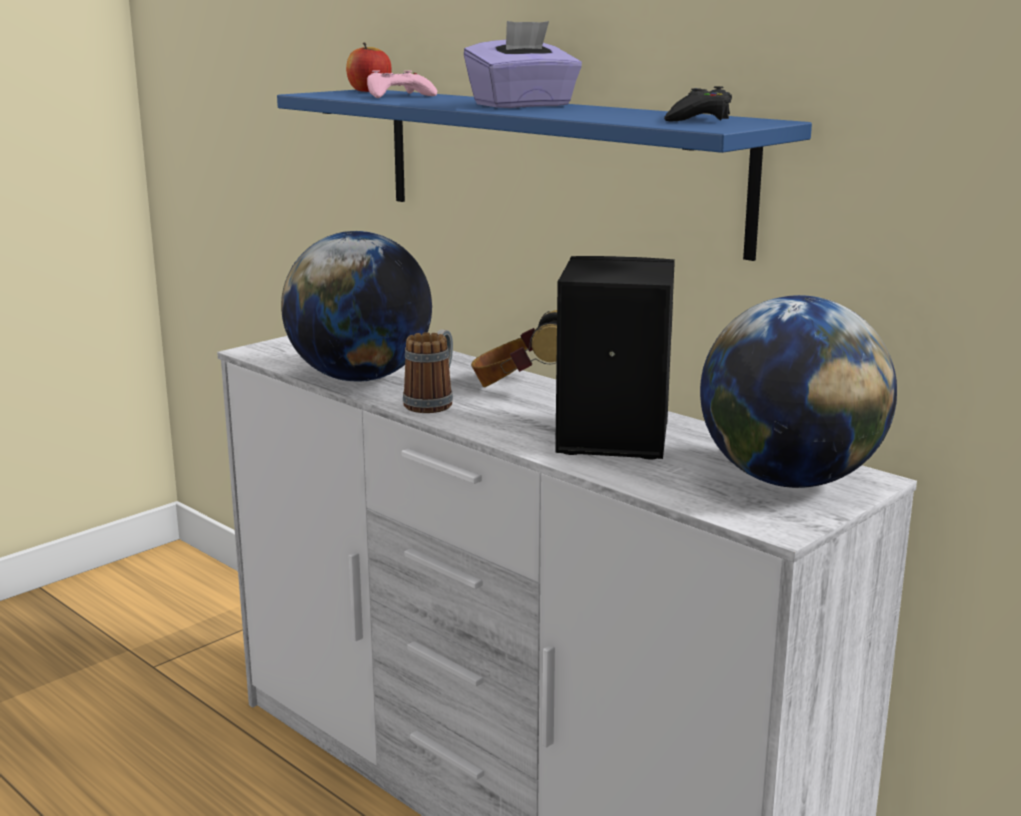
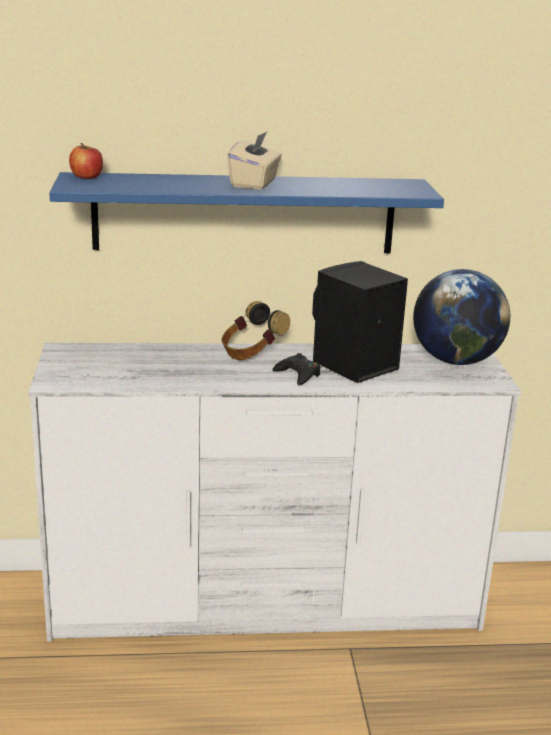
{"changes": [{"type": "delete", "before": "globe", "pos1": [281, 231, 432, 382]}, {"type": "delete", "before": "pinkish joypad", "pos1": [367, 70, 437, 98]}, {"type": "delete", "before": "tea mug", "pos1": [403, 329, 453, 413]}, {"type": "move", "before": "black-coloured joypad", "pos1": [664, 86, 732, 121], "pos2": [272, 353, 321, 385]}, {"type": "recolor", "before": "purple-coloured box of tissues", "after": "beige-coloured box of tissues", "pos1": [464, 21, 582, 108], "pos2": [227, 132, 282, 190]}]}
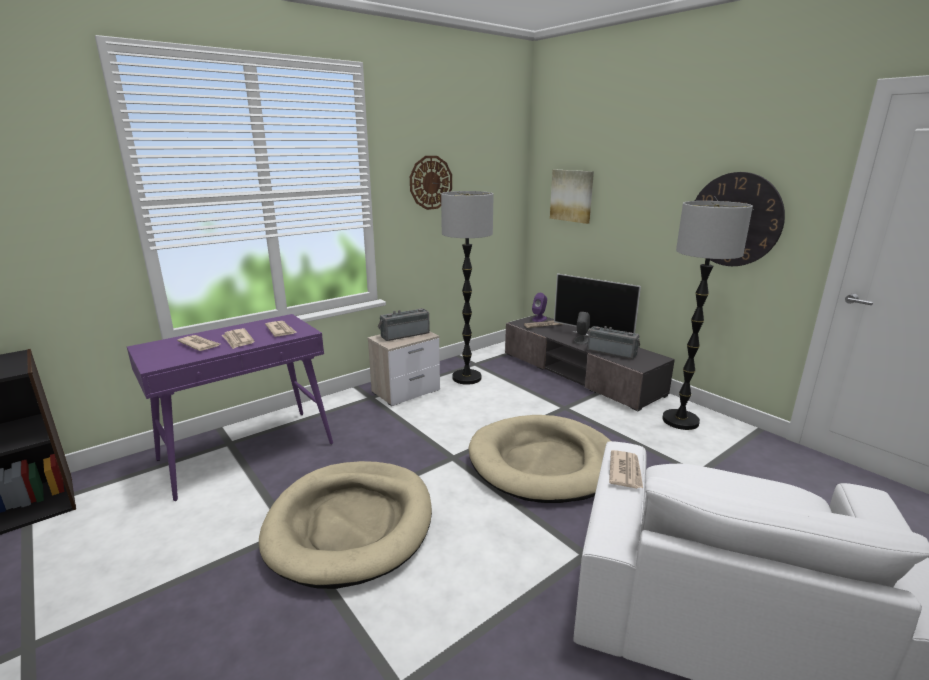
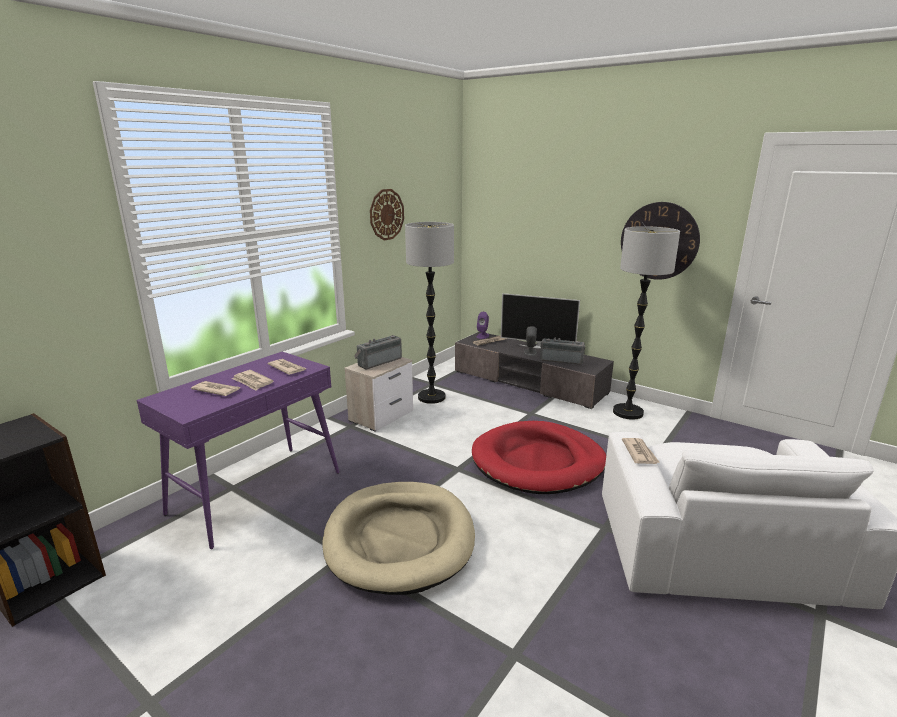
{"changes": [{"type": "delete", "before": "wall art", "pos1": [550, 170, 594, 224]}, {"type": "recolor", "before": "beige-coloured dog bed", "after": "reddish dog bed", "pos1": [468, 415, 611, 503], "pos2": [472, 421, 606, 494]}]}
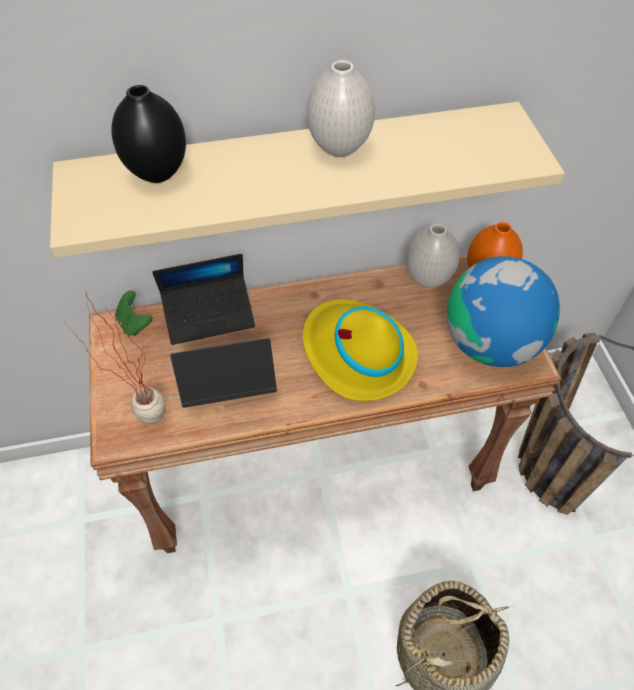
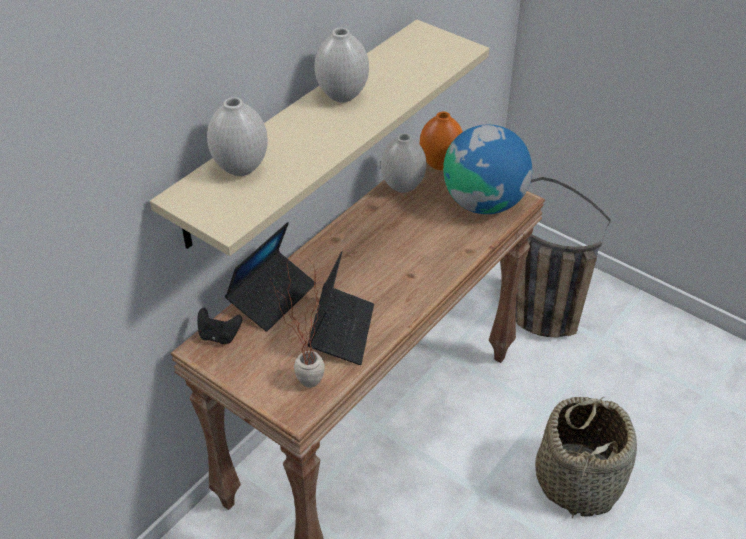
{"changes": [{"type": "delete", "before": "yellow-coloured clothing hat", "pos1": [302, 299, 418, 401]}, {"type": "recolor", "before": "black-coloured vase", "after": "whitish vase", "pos1": [112, 85, 186, 183], "pos2": [207, 97, 268, 176]}, {"type": "recolor", "before": "greenish joypad", "after": "black-coloured joypad", "pos1": [115, 291, 152, 336], "pos2": [197, 308, 242, 344]}, {"type": "rotate", "before": "laptop", "pos1": [170, 338, 277, 408], "pos2": [308, 251, 374, 365], "turn": 150}]}
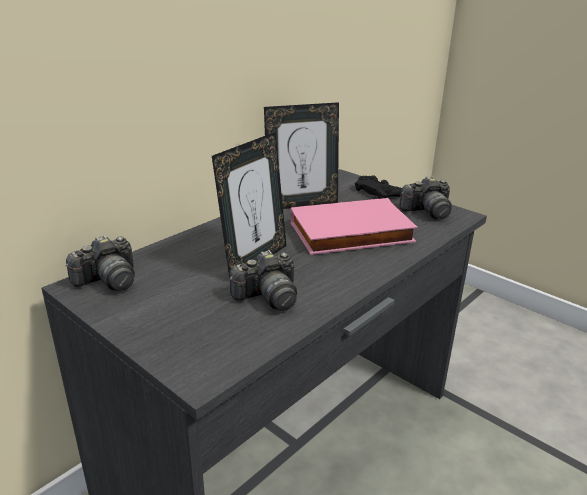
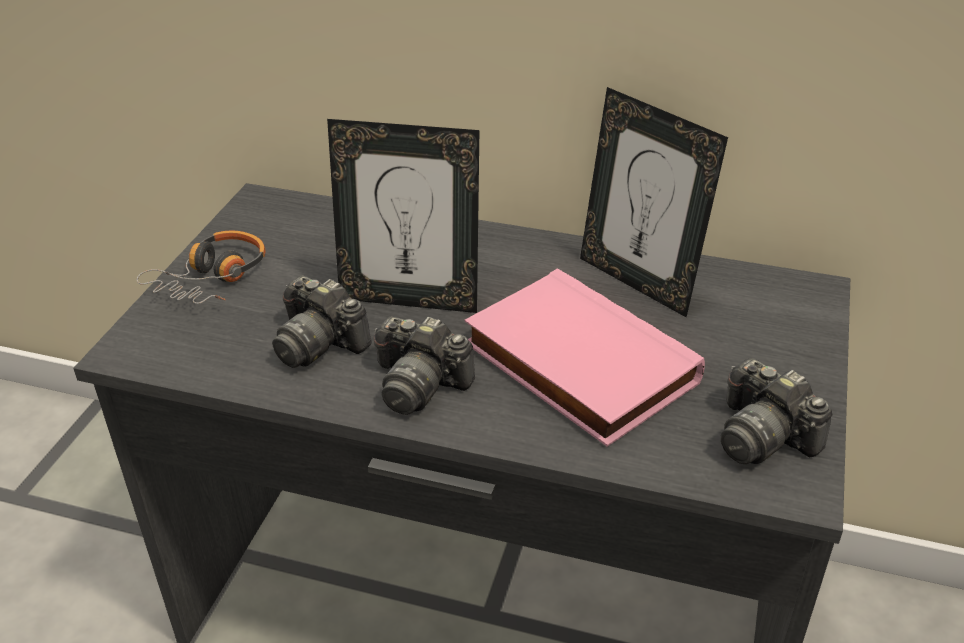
{"changes": [{"type": "delete", "before": "black-coloured joypad", "pos1": [355, 175, 402, 199]}, {"type": "insert", "after": "headphones", "pos2": [137, 231, 265, 304]}, {"type": "move", "before": "photo camera", "pos1": [66, 235, 135, 291], "pos2": [374, 316, 475, 415]}]}
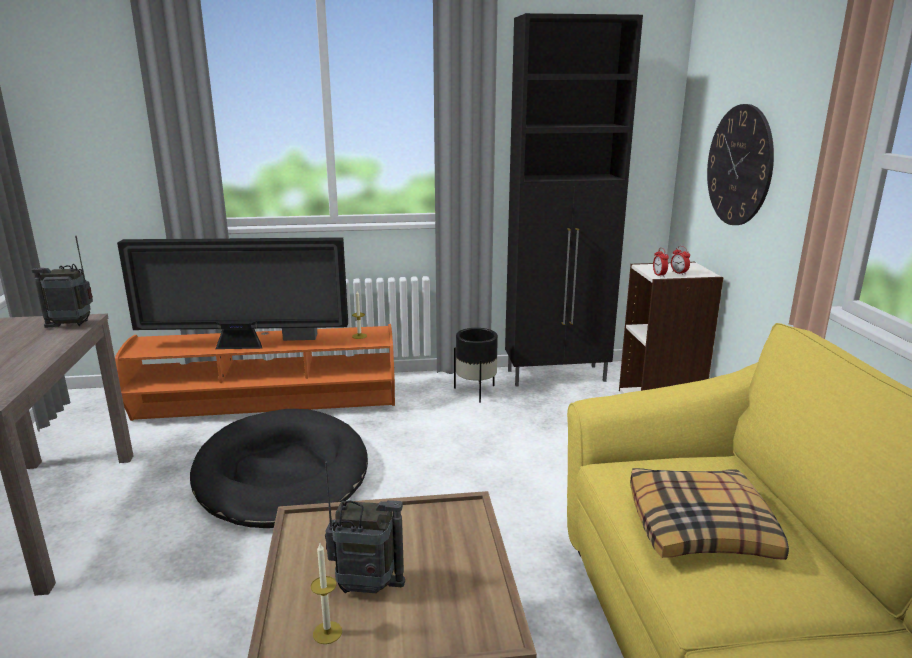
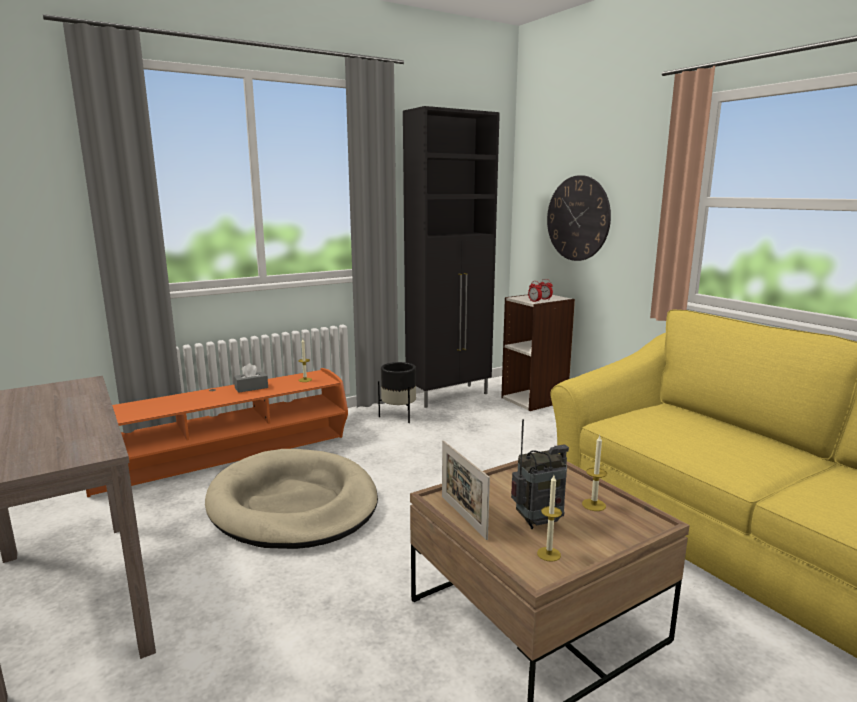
{"changes": [{"type": "delete", "before": "radio", "pos1": [31, 236, 93, 328]}, {"type": "delete", "before": "TV set", "pos1": [117, 237, 348, 349]}, {"type": "delete", "before": "throw pillow", "pos1": [630, 468, 789, 560]}, {"type": "insert", "after": "photo frame", "pos2": [442, 440, 490, 540]}, {"type": "insert", "after": "wax light", "pos2": [582, 436, 607, 511]}, {"type": "recolor", "before": "black-coloured dog bed", "after": "beige-coloured dog bed", "pos1": [190, 409, 368, 528], "pos2": [205, 449, 378, 549]}]}
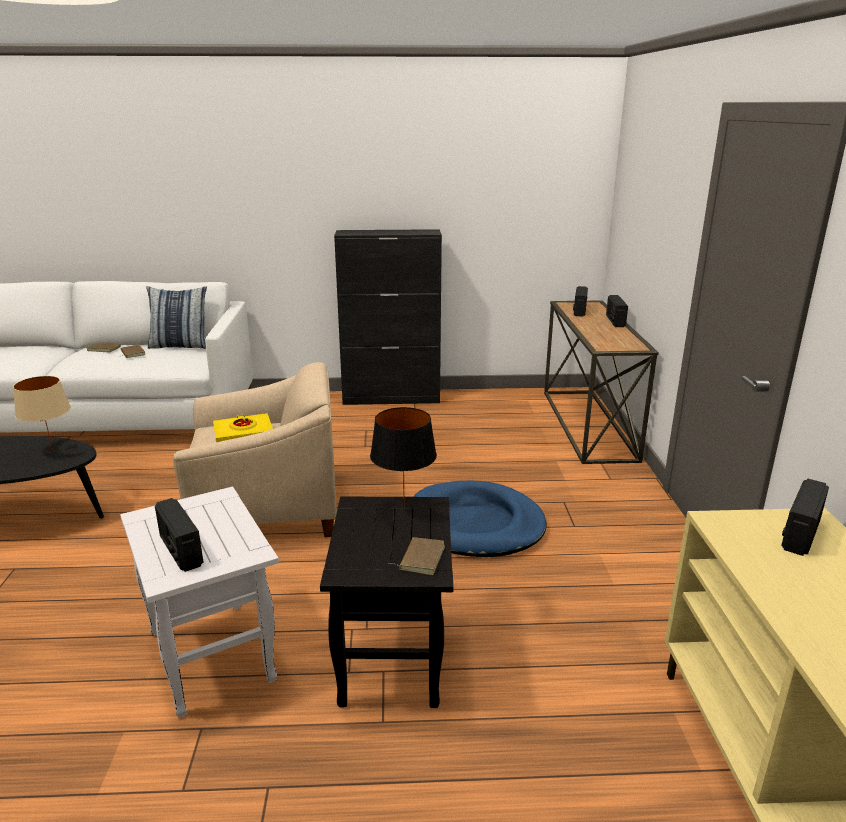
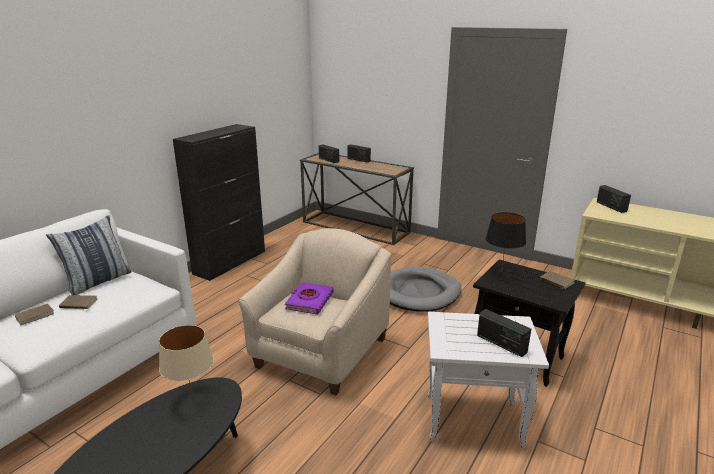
{"changes": [{"type": "recolor", "before": "yellow-coloured volume", "after": "purple-coloured volume", "pos1": [213, 413, 273, 442], "pos2": [285, 282, 334, 315]}, {"type": "recolor", "before": "blue-coloured dog bed", "after": "grey dog bed", "pos1": [413, 480, 546, 557], "pos2": [390, 266, 461, 312]}, {"type": "rotate", "before": "radio", "pos1": [155, 498, 204, 572], "pos2": [477, 309, 531, 357], "turn": 45}]}
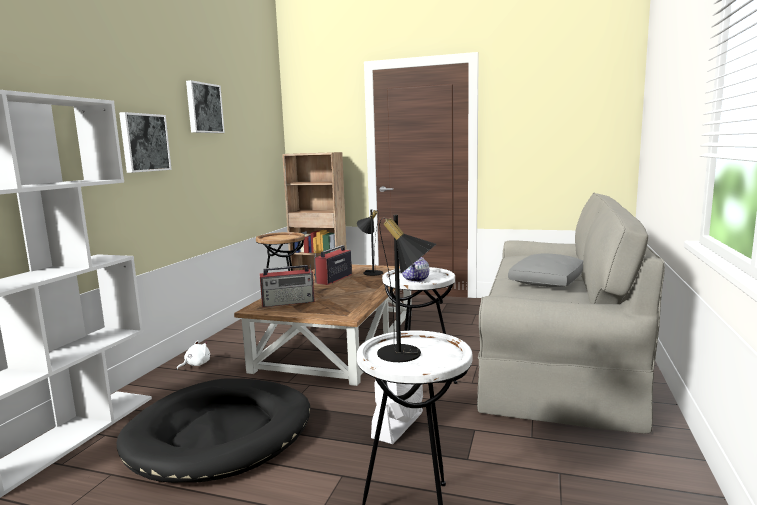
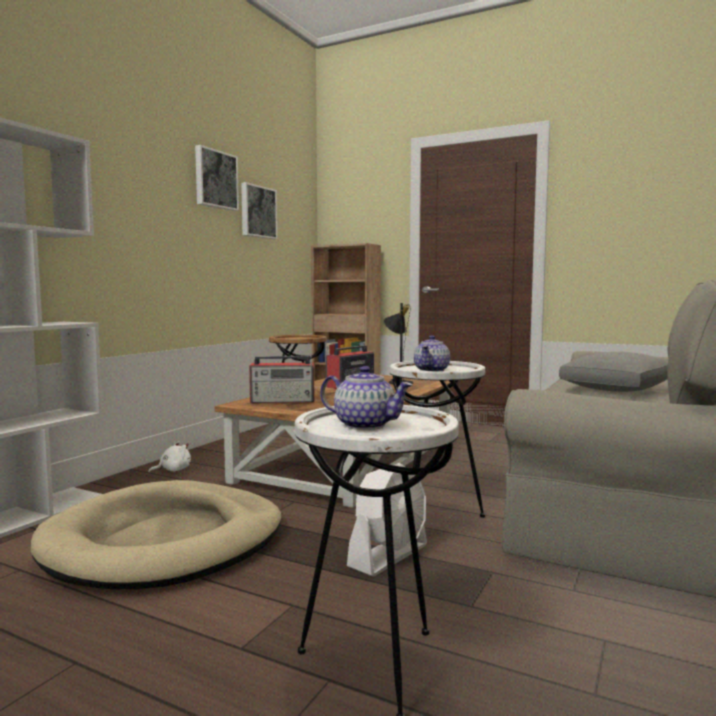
{"changes": [{"type": "move", "before": "wall art", "pos1": [119, 112, 172, 173], "pos2": [241, 182, 277, 239]}, {"type": "replace", "before": "black-coloured lamp for a table", "after": "pot for tea", "pos1": [377, 215, 436, 362], "pos2": [320, 366, 413, 430]}, {"type": "recolor", "before": "black-coloured dog bed", "after": "beige-coloured dog bed", "pos1": [117, 378, 310, 483], "pos2": [31, 480, 282, 589]}]}
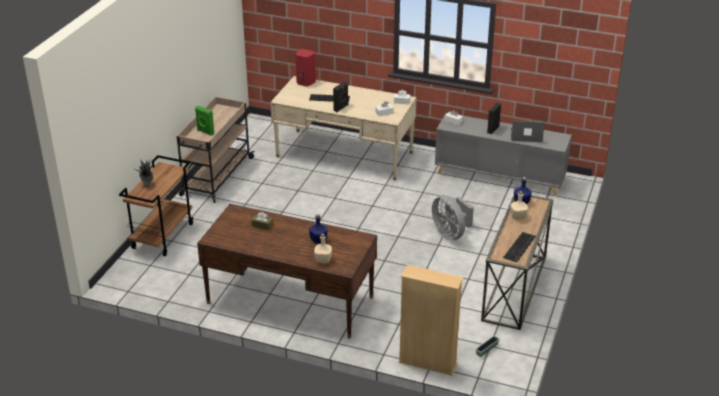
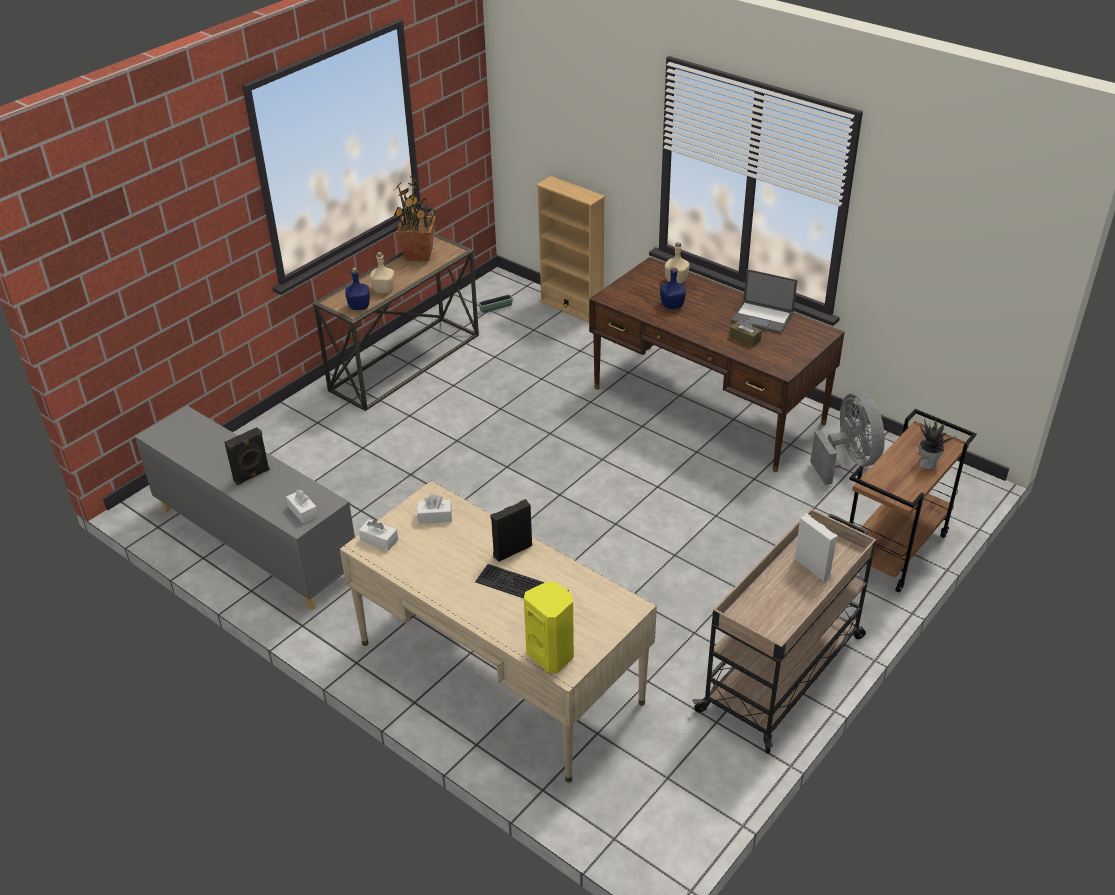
{"changes": [{"type": "move", "before": "grey fan", "pos1": [432, 195, 474, 240], "pos2": [810, 391, 885, 485]}, {"type": "move", "before": "laptop", "pos1": [511, 121, 545, 142], "pos2": [731, 269, 797, 334]}, {"type": "replace", "before": "computer keyboard", "after": "houseplant", "pos1": [503, 232, 536, 262], "pos2": [394, 175, 437, 261]}, {"type": "recolor", "before": "greenish loudspeaker", "after": "whitish loudspeaker", "pos1": [195, 106, 214, 136], "pos2": [794, 514, 838, 581]}, {"type": "recolor", "before": "reddish loudspeaker", "after": "yellow-coloured loudspeaker", "pos1": [295, 49, 316, 86], "pos2": [524, 581, 574, 673]}]}
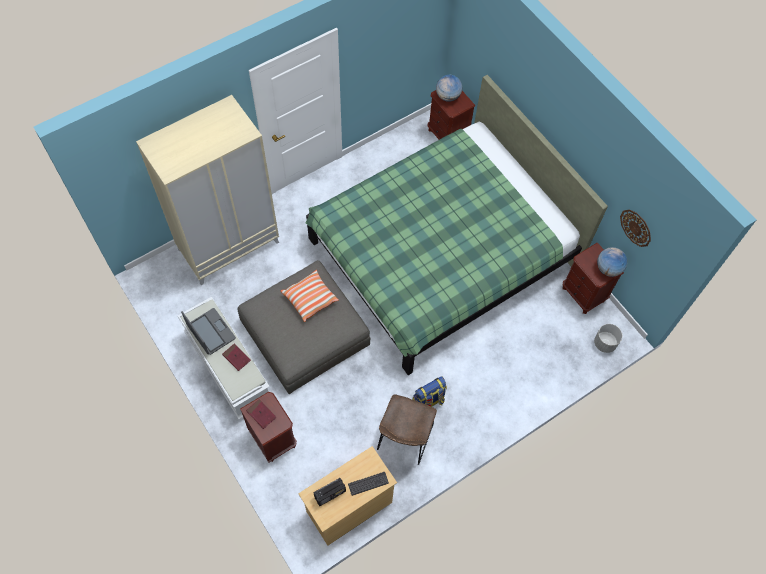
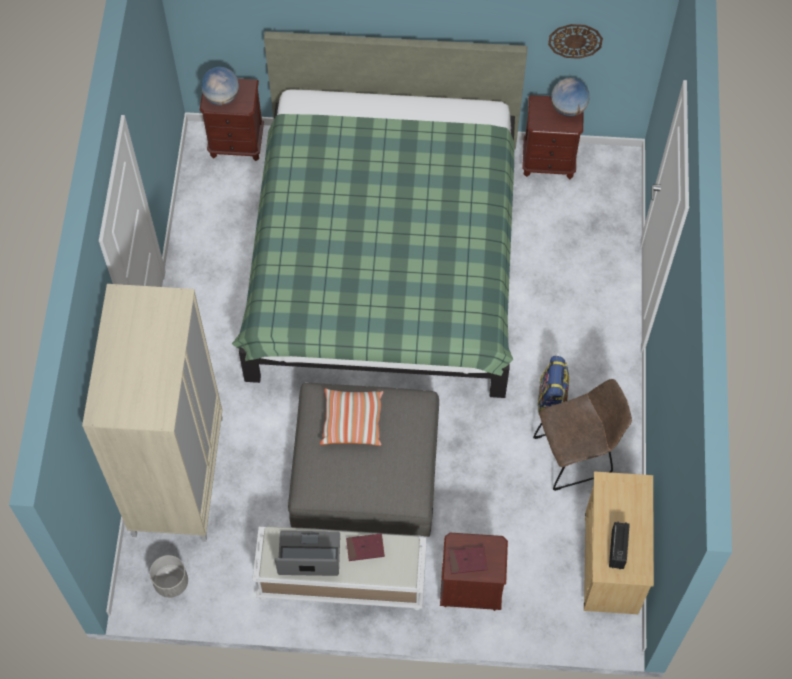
{"changes": [{"type": "delete", "before": "computer keyboard", "pos1": [348, 472, 389, 496]}, {"type": "move", "before": "grey plant pot", "pos1": [594, 324, 622, 353], "pos2": [150, 555, 188, 598]}, {"type": "rotate", "before": "brown-coloured plain chair", "pos1": [377, 394, 437, 465], "pos2": [533, 379, 632, 491], "turn": -75}]}
